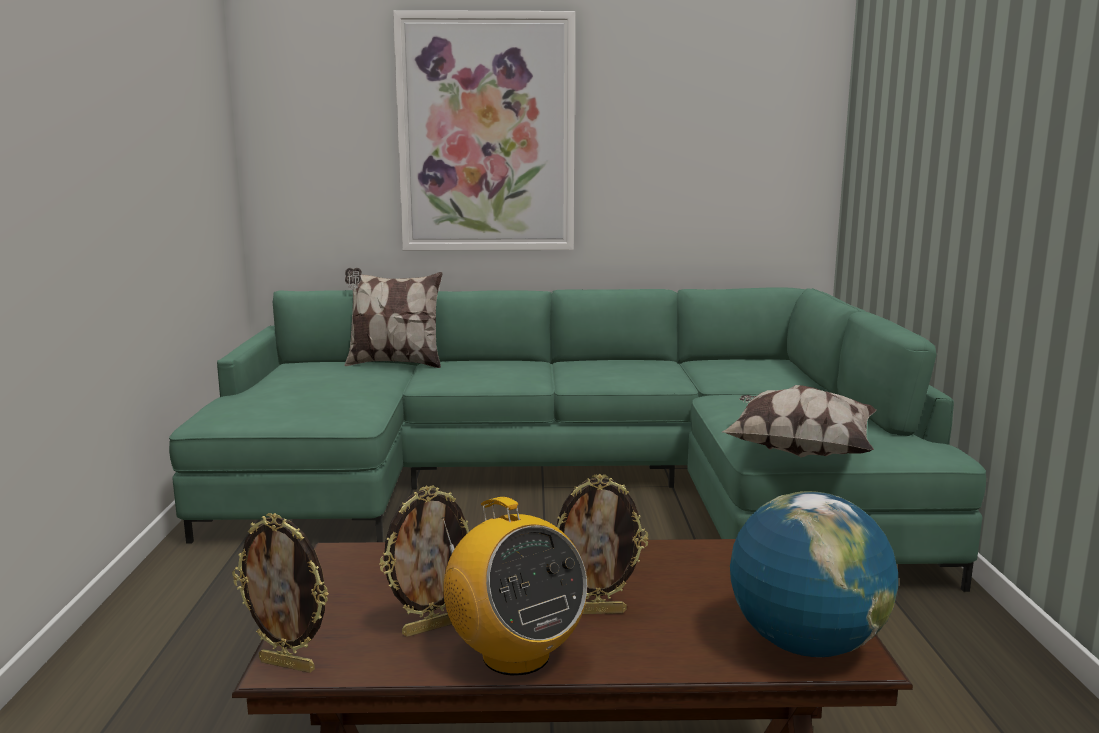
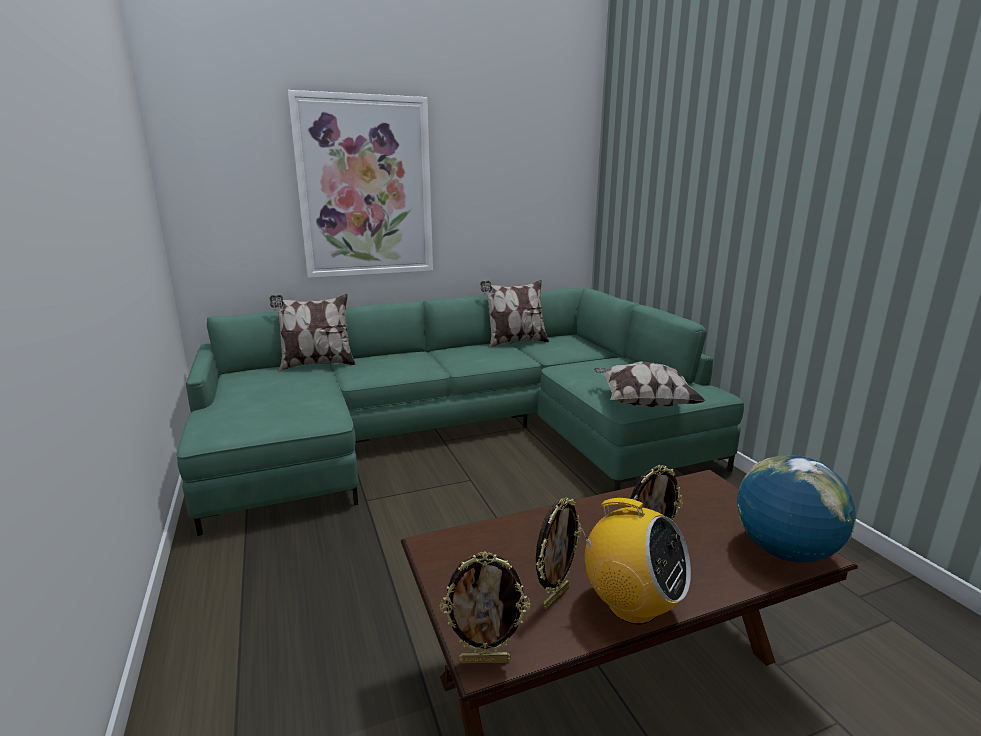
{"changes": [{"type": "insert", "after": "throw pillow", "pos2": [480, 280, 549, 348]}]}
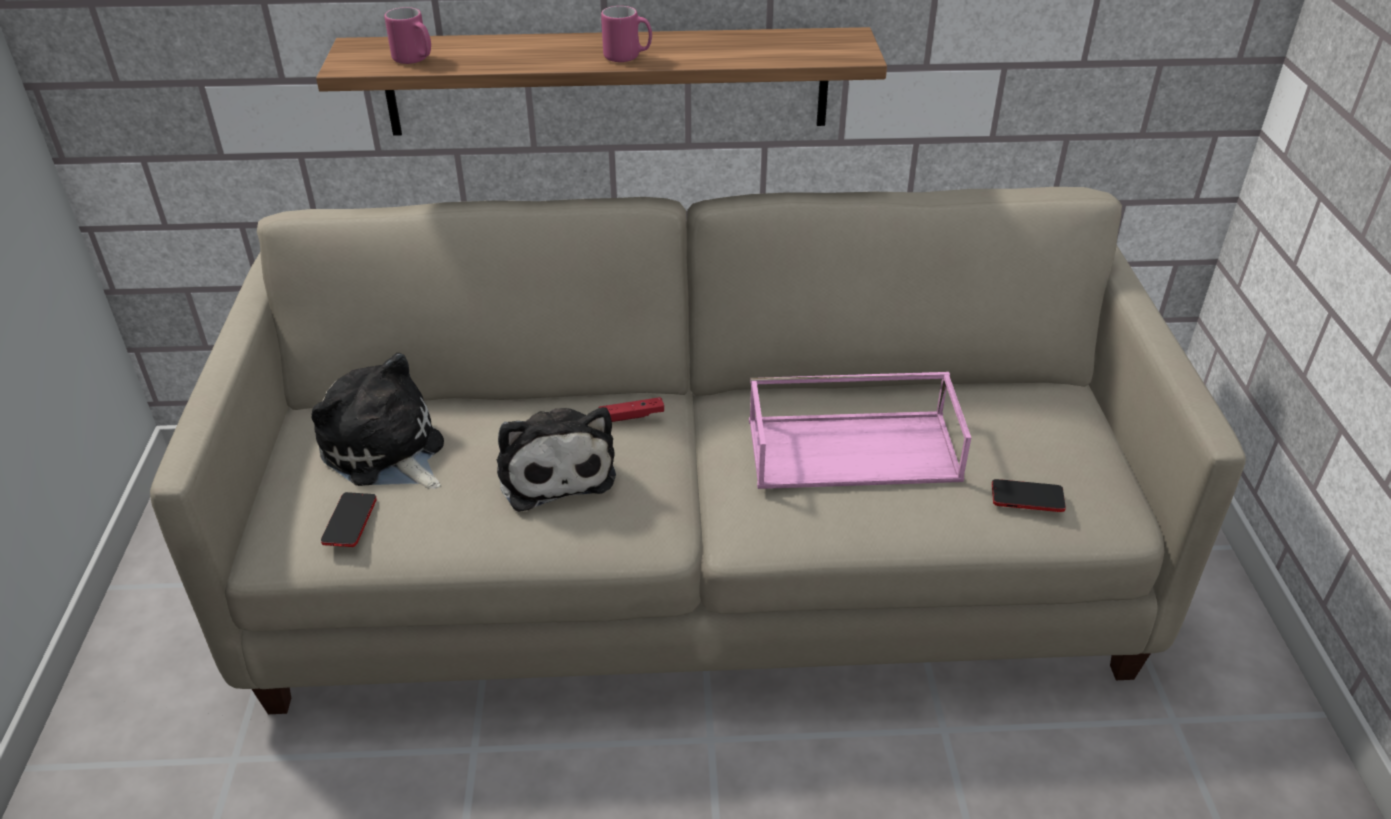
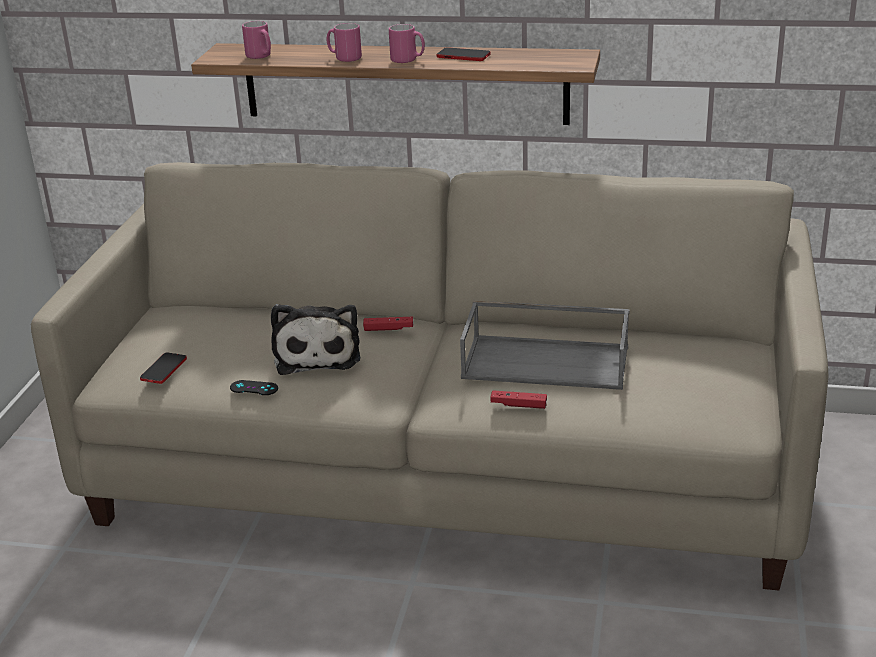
{"changes": [{"type": "delete", "before": "soft toy", "pos1": [312, 353, 444, 489]}, {"type": "insert", "after": "black-coloured joypad", "pos2": [230, 380, 278, 395]}, {"type": "insert", "after": "pinkish tea mug", "pos2": [327, 23, 362, 62]}, {"type": "insert", "after": "reddish joypad", "pos2": [490, 390, 547, 409]}, {"type": "move", "before": "phone", "pos1": [992, 479, 1066, 512], "pos2": [437, 47, 491, 61]}, {"type": "recolor", "before": "pinkish serving tray", "after": "grey serving tray", "pos1": [749, 372, 971, 489], "pos2": [460, 301, 630, 390]}]}
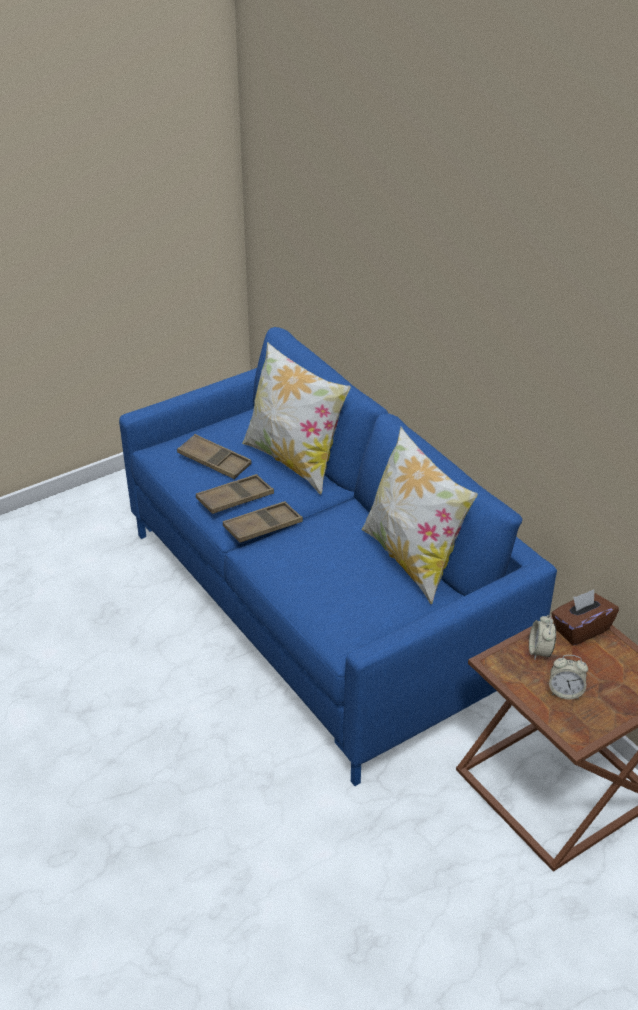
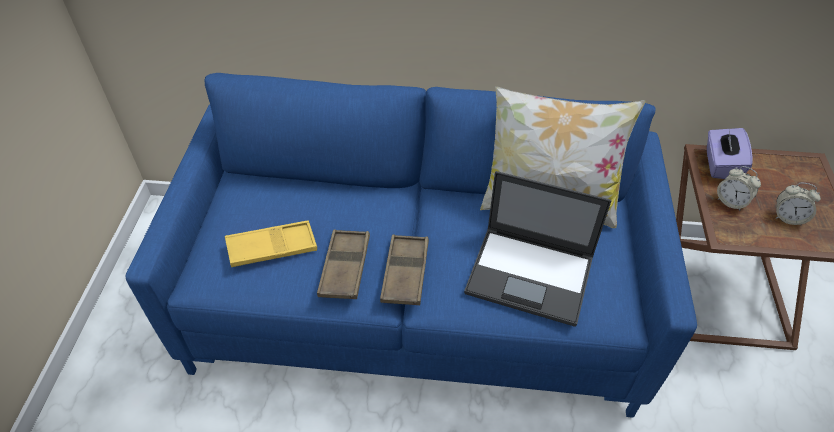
{"changes": [{"type": "delete", "before": "throw pillow", "pos1": [242, 342, 351, 495]}, {"type": "insert", "after": "laptop", "pos2": [464, 171, 612, 327]}, {"type": "recolor", "before": "brown-coloured serving tray", "after": "yellow-coloured serving tray", "pos1": [177, 434, 252, 479], "pos2": [225, 221, 317, 267]}, {"type": "recolor", "before": "brown-coloured box of tissues", "after": "purple-coloured box of tissues", "pos1": [551, 590, 619, 646], "pos2": [707, 125, 753, 179]}, {"type": "rotate", "before": "bedside clock", "pos1": [549, 655, 588, 700], "pos2": [775, 183, 821, 225], "turn": 60}]}
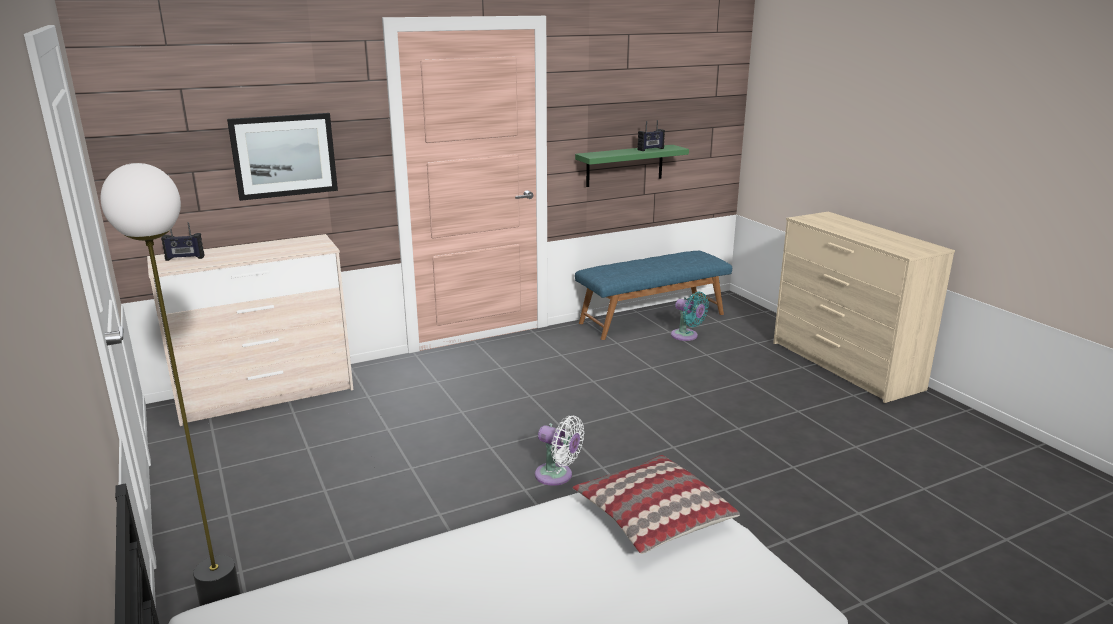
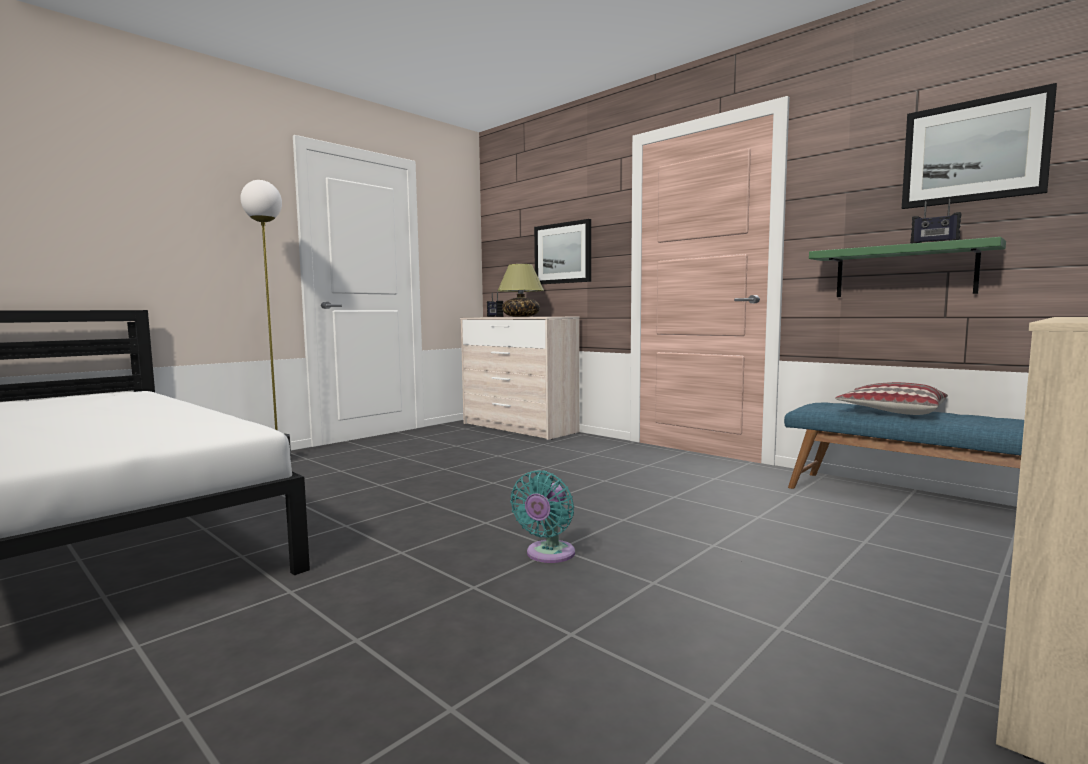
{"changes": [{"type": "delete", "before": "whitish fan", "pos1": [535, 416, 584, 486]}, {"type": "insert", "after": "lamp for a table", "pos2": [498, 264, 544, 317]}, {"type": "insert", "after": "wall art", "pos2": [902, 83, 1057, 209]}, {"type": "move", "before": "throw pillow", "pos1": [572, 455, 740, 554], "pos2": [835, 382, 948, 415]}, {"type": "move", "before": "blue-green fan", "pos1": [671, 291, 709, 341], "pos2": [510, 470, 575, 563]}]}
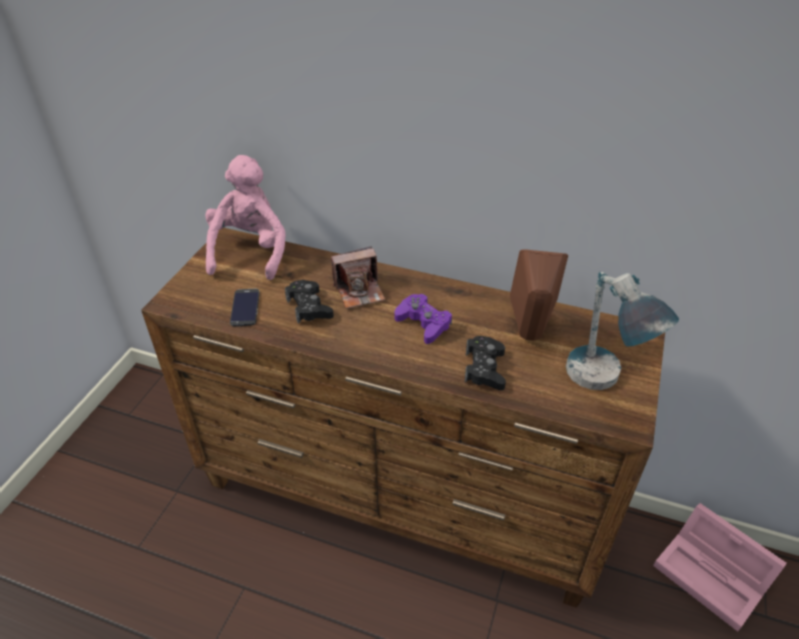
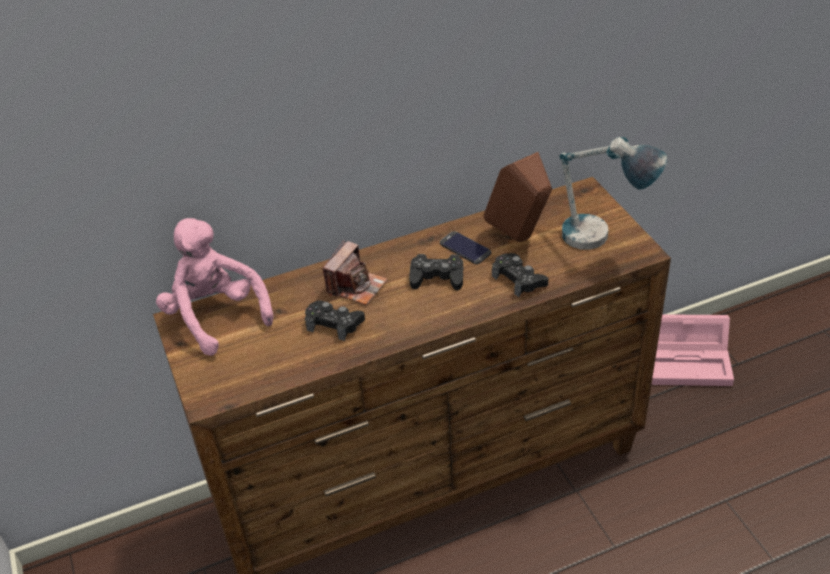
{"changes": [{"type": "move", "before": "phone", "pos1": [230, 289, 260, 326], "pos2": [440, 231, 491, 264]}, {"type": "recolor", "before": "purple-coloured joypad", "after": "black-coloured joypad", "pos1": [394, 294, 452, 344], "pos2": [409, 254, 464, 290]}]}
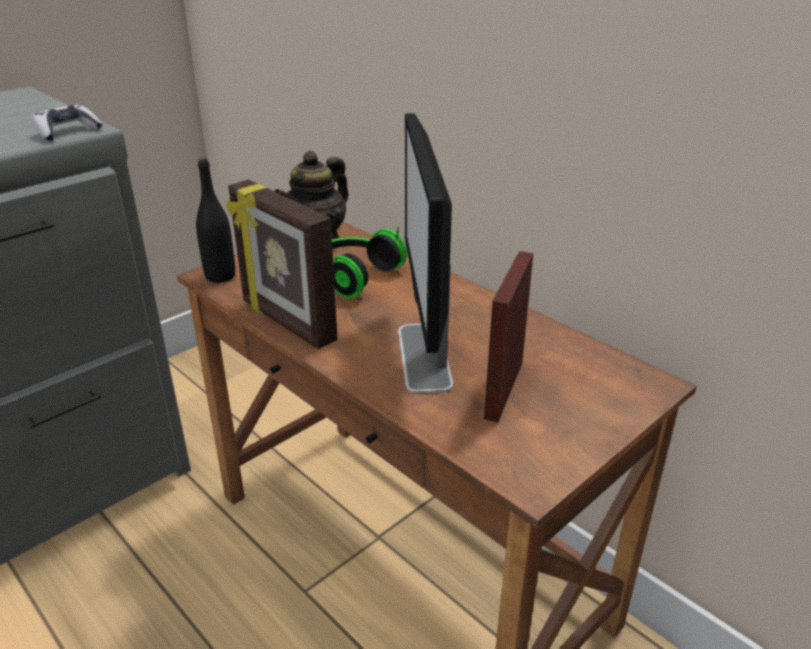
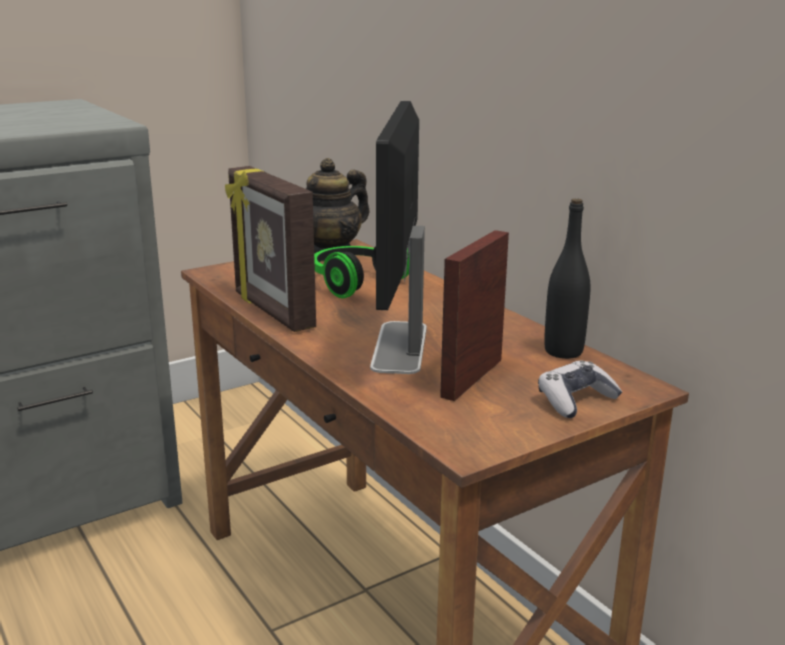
{"changes": [{"type": "move", "before": "joypad", "pos1": [32, 104, 102, 141], "pos2": [538, 361, 622, 418]}, {"type": "move", "before": "black-coloured drink bottle", "pos1": [196, 157, 235, 283], "pos2": [544, 199, 590, 359]}]}
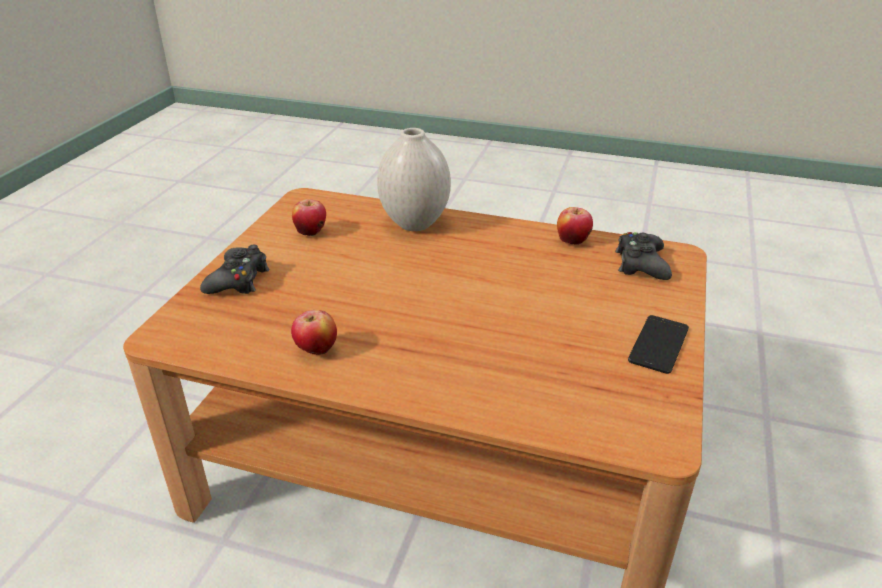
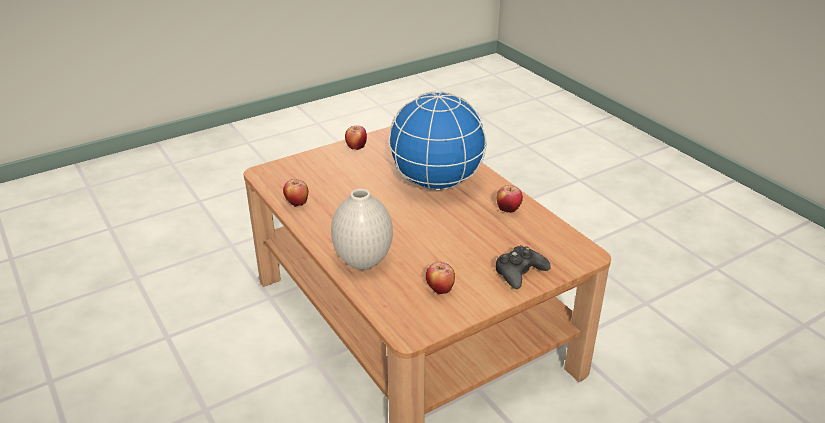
{"changes": [{"type": "delete", "before": "black-coloured joypad", "pos1": [615, 232, 672, 280]}, {"type": "insert", "after": "globe", "pos2": [388, 91, 487, 190]}, {"type": "replace", "before": "phone", "after": "whole apple", "pos1": [628, 315, 689, 374], "pos2": [345, 126, 367, 150]}]}
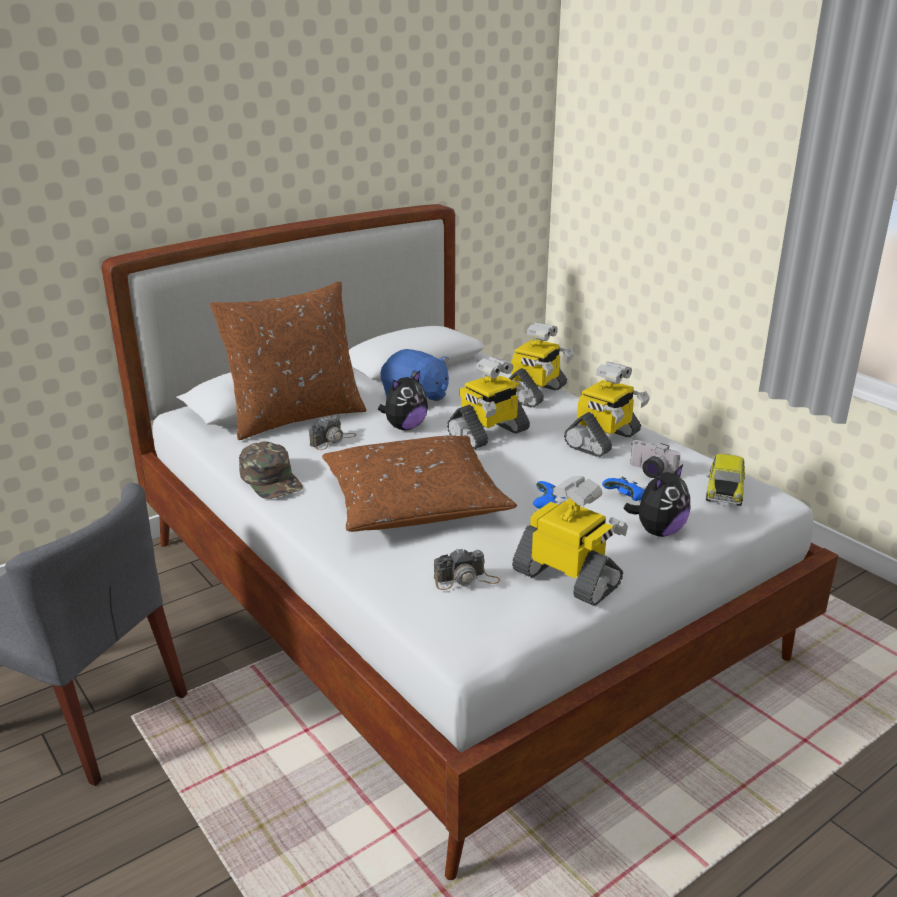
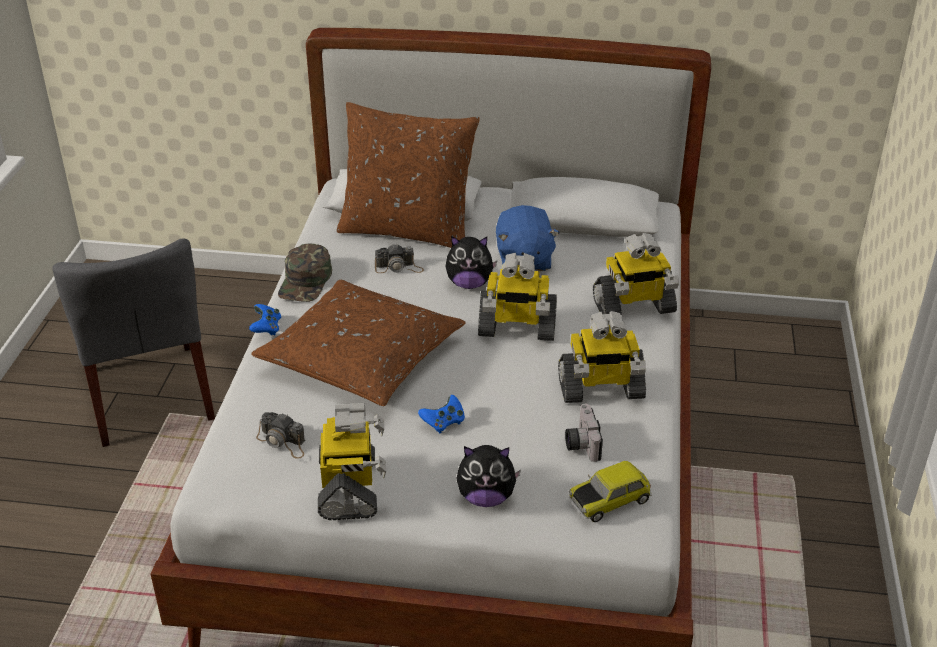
{"changes": [{"type": "move", "before": "blue-coloured joypad", "pos1": [602, 477, 645, 501], "pos2": [249, 304, 281, 335]}]}
